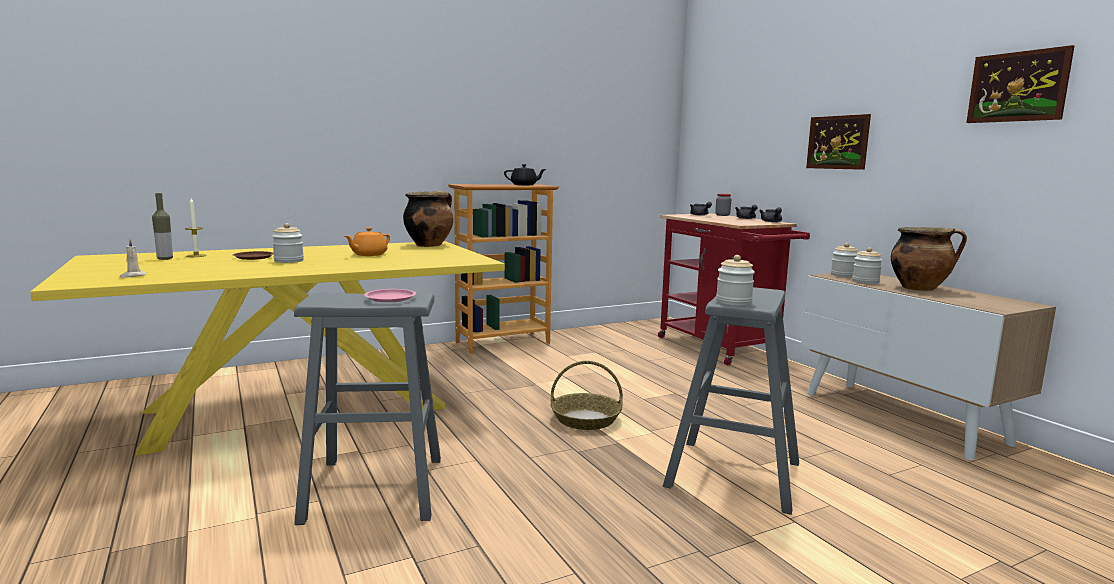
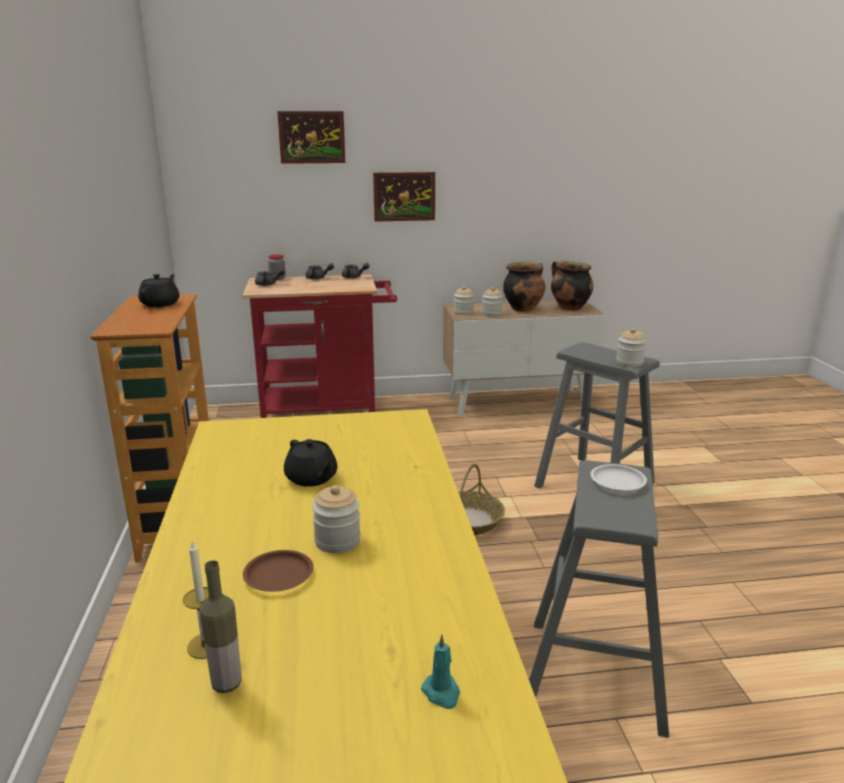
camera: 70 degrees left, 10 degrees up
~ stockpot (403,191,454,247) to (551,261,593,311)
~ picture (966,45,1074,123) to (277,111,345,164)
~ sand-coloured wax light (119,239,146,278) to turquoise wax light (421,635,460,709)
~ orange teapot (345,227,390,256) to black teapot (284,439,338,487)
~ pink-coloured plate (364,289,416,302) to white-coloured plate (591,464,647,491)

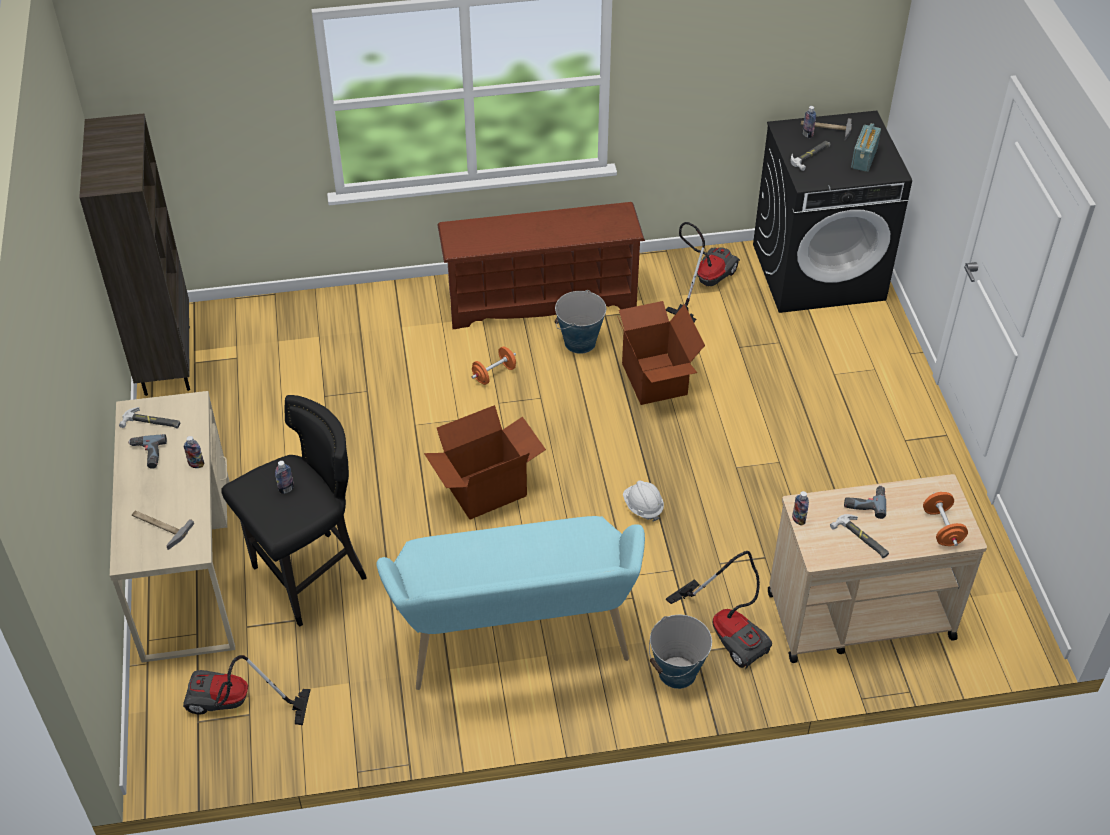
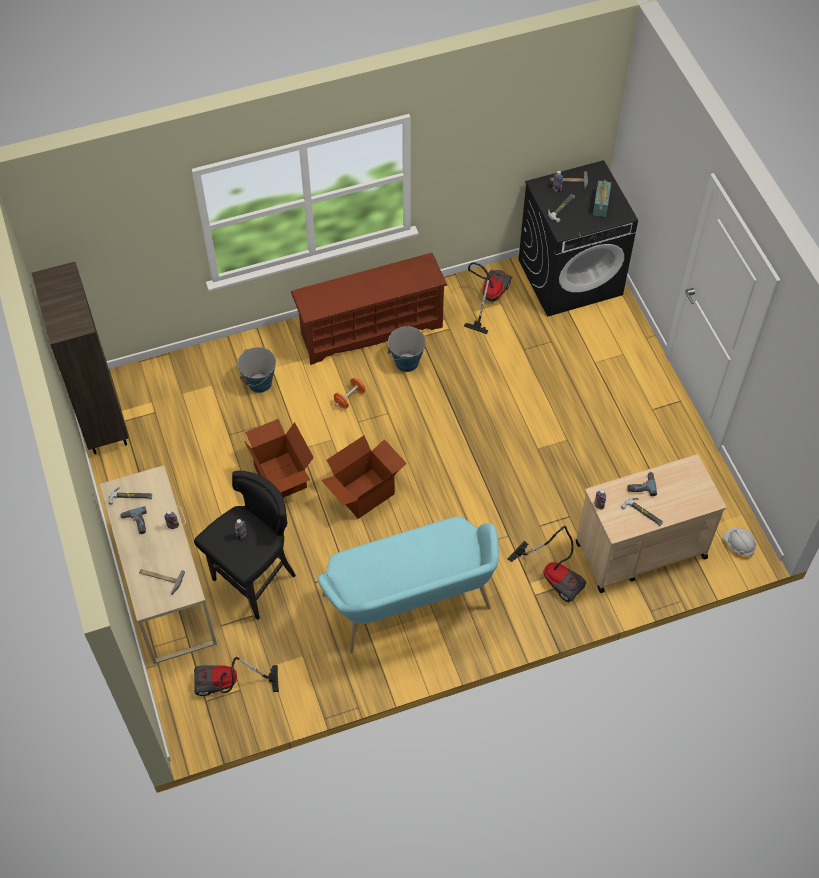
camera: 10 degrees left, 10 degrees up
- orange free weight (923,492,968,546)
~ carton (617,301,705,405) to (244,419,314,498)
~ white-coloured safety helmet (623,480,664,521) to (724,527,756,556)
~ bucket (649,615,712,689) to (238,347,276,393)

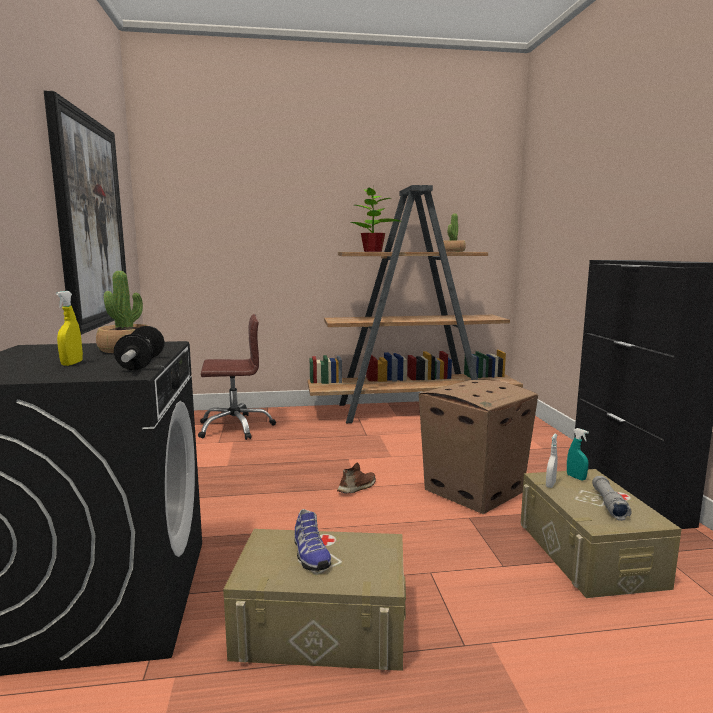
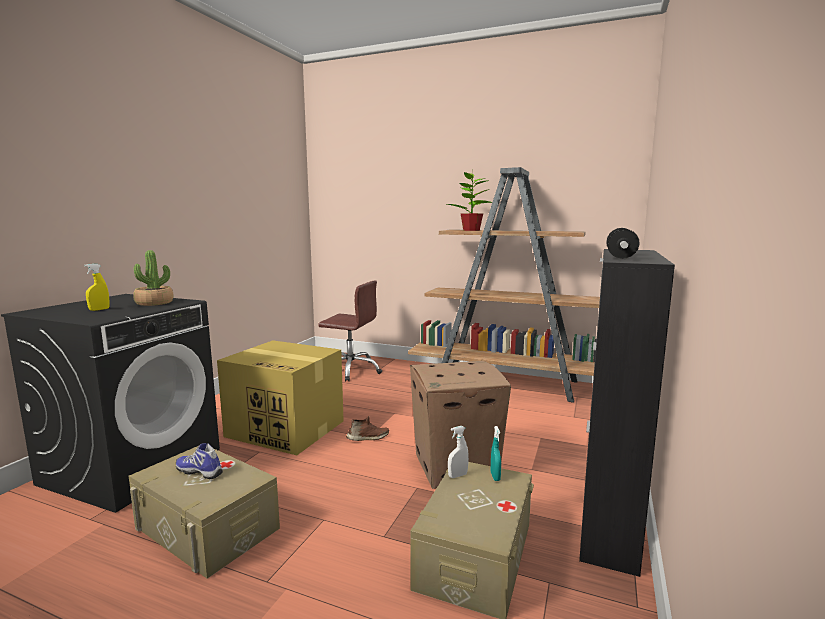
camera: 30 degrees right, 0 degrees up
- picture (44,91,127,335)
- plant in a pot (443,213,466,252)
- grey torch (592,475,632,521)
+ carton (217,340,344,455)
~ free weight (114,326,165,370) to (606,228,640,259)
~ low shoe (294,509,331,571) = (176,443,223,479) 105 degrees clockwise

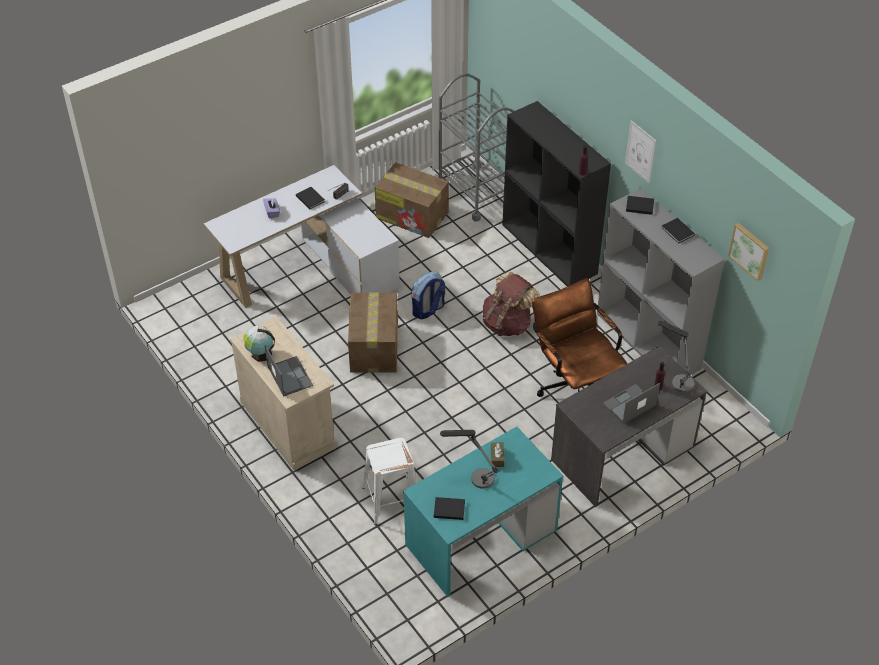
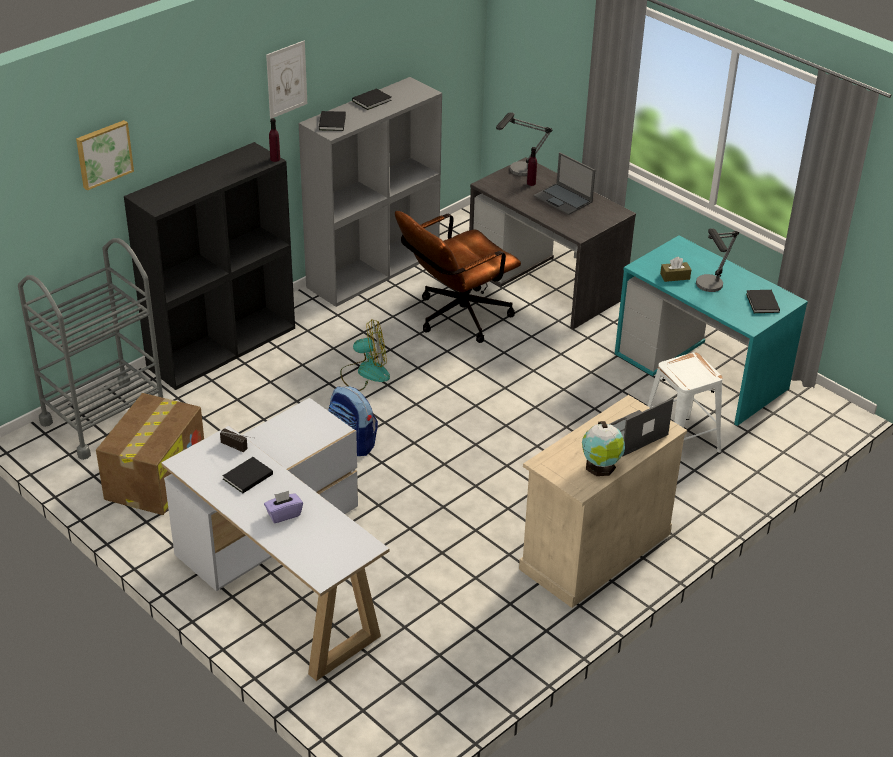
camera: 100 degrees left, 10 degrees down
- carton (348,292,398,373)
~ picture (728,223,769,281) to (76,120,134,191)
~ brown backpack (483,272,540,336) to cooling fan (340,319,390,391)

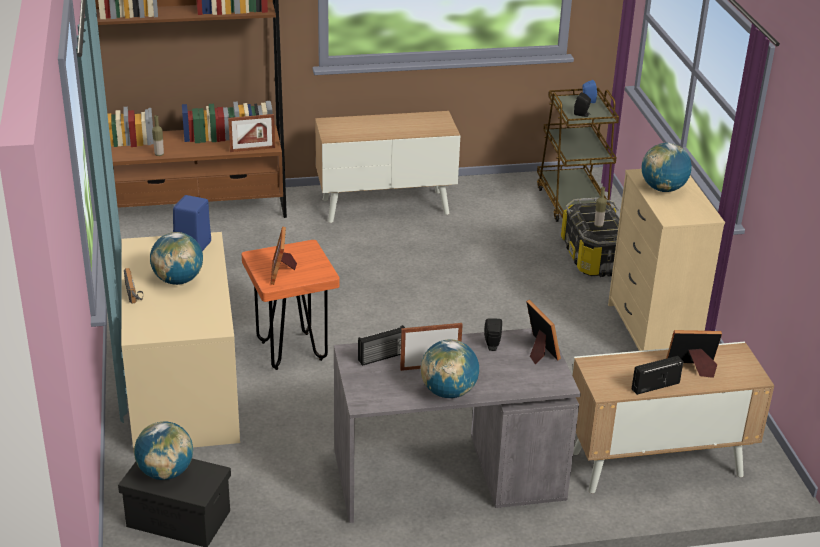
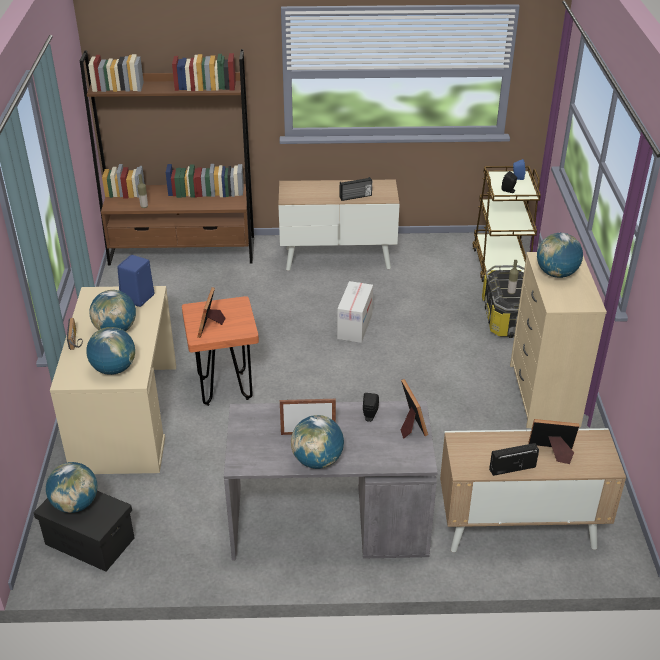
camera: 10 degrees right, 5 degrees up
- photo frame (228,114,275,152)
+ desk globe (86,327,135,375)
+ carton (337,281,373,343)
~ radio set (358,325,405,366) to (340,177,372,201)

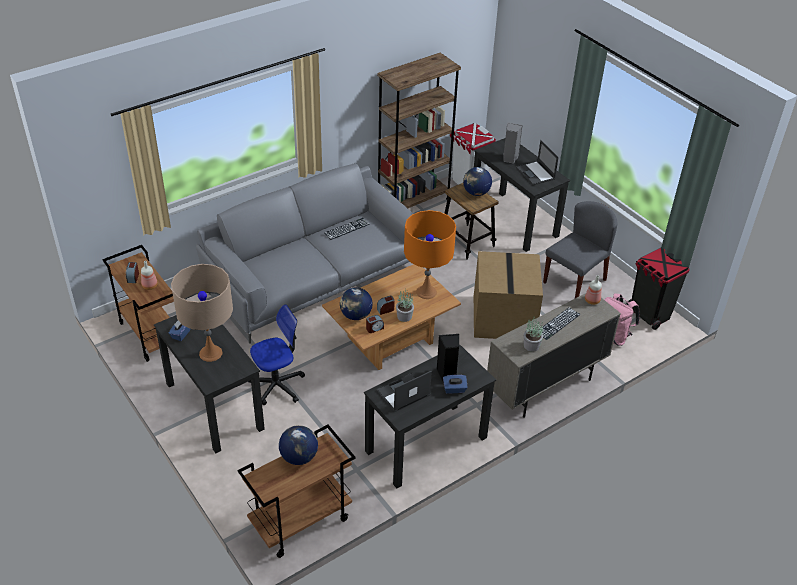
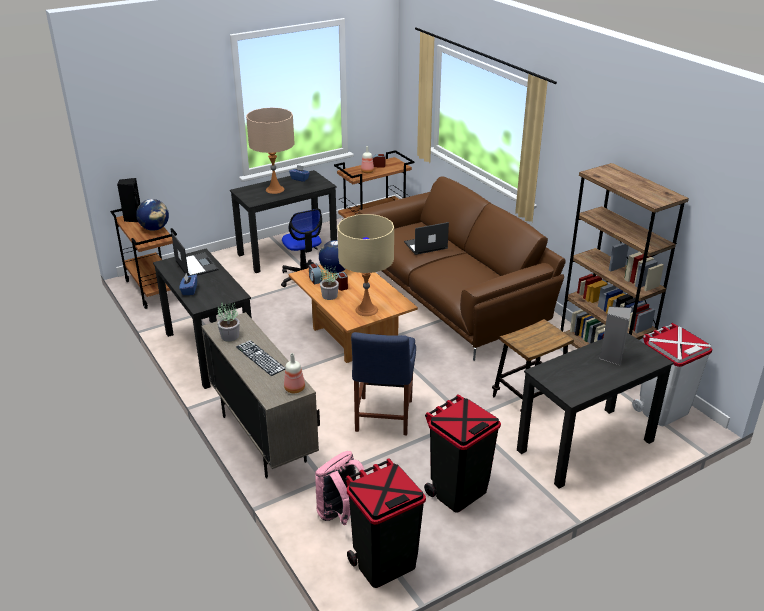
camera: 95 degrees right, 10 degrees down
- PC keyboard (324,218,370,240)
- desk globe (463,167,492,196)
~ black audio speaker (436,333,459,381) to (117,178,140,222)
~ notebook computer (516,140,559,185) to (404,222,449,255)
~ carton (474,251,543,339) to bluish plain chair (351,332,416,435)
~ grey plain chair (543,201,618,298) to black rubbish bin (424,394,501,512)
~ grey sofa (196,163,425,344) to brown sofa (355,176,566,361)
~ orange lamp for a table (404,210,456,299) to sand-coloured lamp for a table (337,214,394,316)

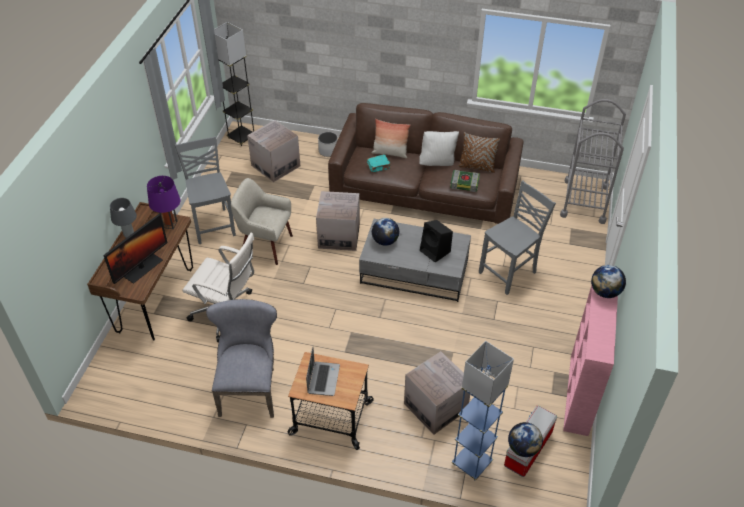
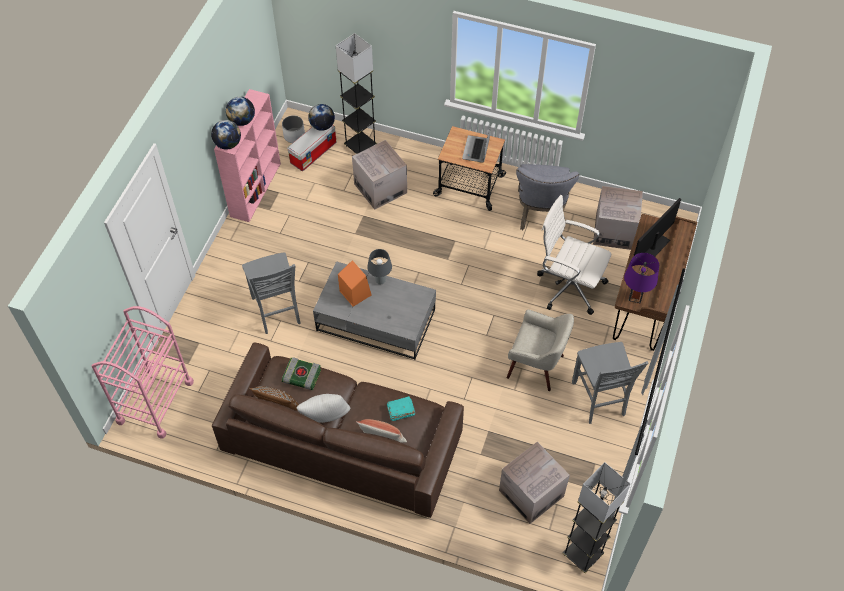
camera: 175 degrees left, 10 degrees up
~ grey lamp for a table (110,198,137,238) to (367,249,392,285)
~ carton (316,191,360,251) to (593,186,643,250)
~ white-coloured plant pot (318,132,338,157) to (282,115,305,143)
~ desk globe (372,218,399,246) to (226,97,255,126)
~ black audio speaker (420,220,453,263) to orange audio speaker (338,260,372,307)
~ bluish floor lamp (452,341,514,480) to grey floor lamp (336,33,377,154)
~ grey wheeled cart (560,99,626,224) to pink-coloured wheeled cart (92,306,194,439)
~ grey plain chair (479,180,556,295) = (242,252,301,334) 75 degrees counterclockwise

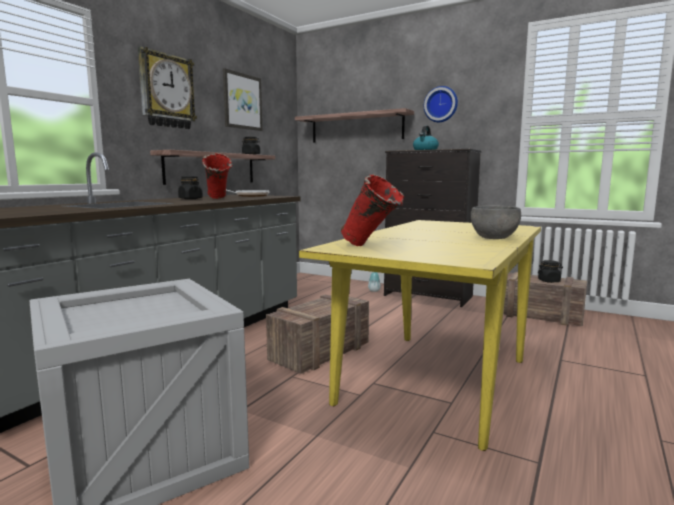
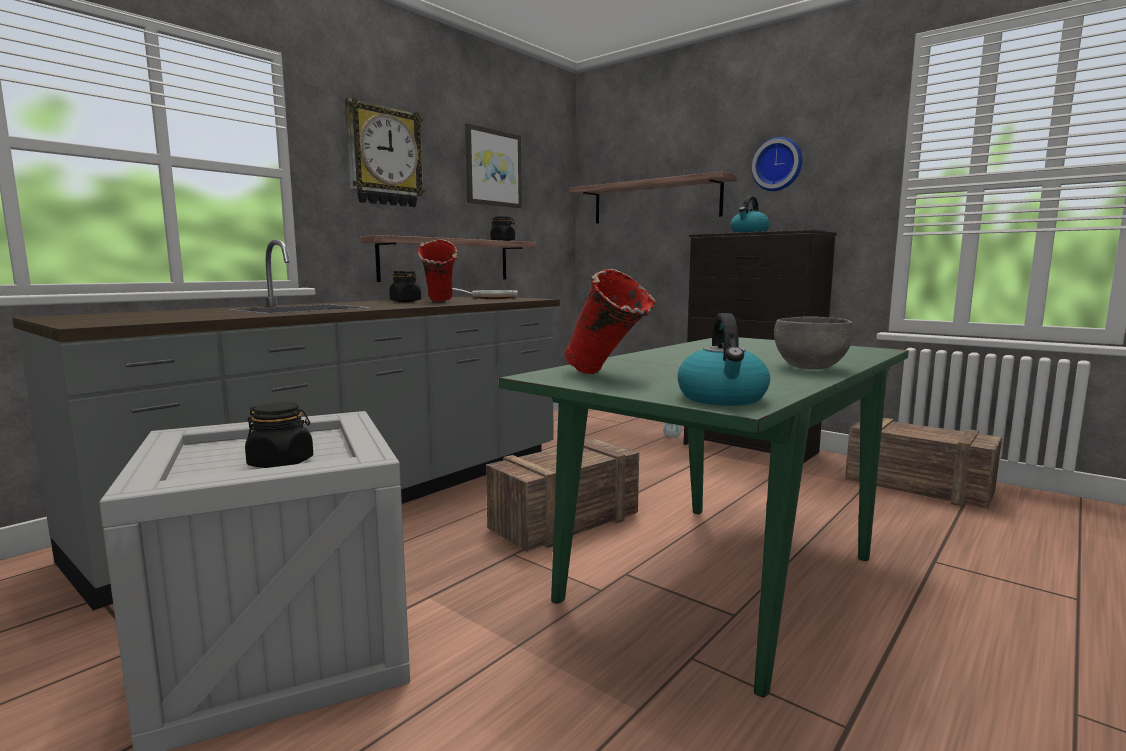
camera: 10 degrees right, 0 degrees up
+ kettle (678,313,770,406)
~ black storage jar (538,260,563,283) to (245,402,313,468)
~ yellowish dining table (299,220,541,451) to green dining table (499,337,909,698)

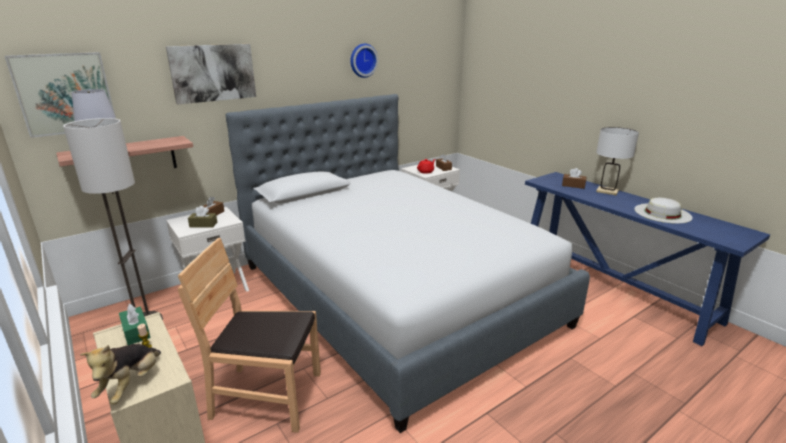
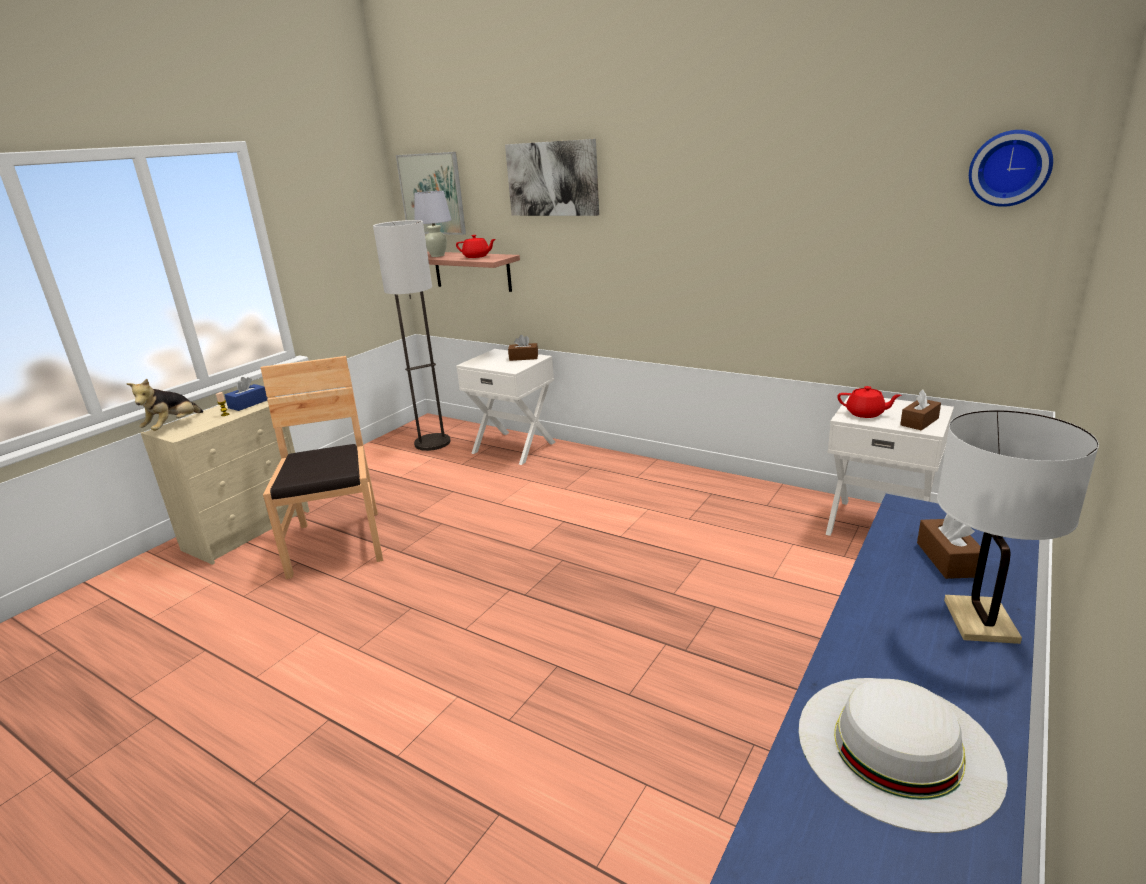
camera: 70 degrees right, 0 degrees up
- brown tissue box (188,206,217,228)
- bed (225,94,590,433)
+ reddish teapot (456,235,496,258)
~ clock on the wall (350,44,378,78) to (969,130,1053,207)
~ green tissue box (119,304,151,345) to bluish tissue box (225,377,268,411)
~ soft toy (80,344,161,404) = (126,379,203,431) 60 degrees counterclockwise

